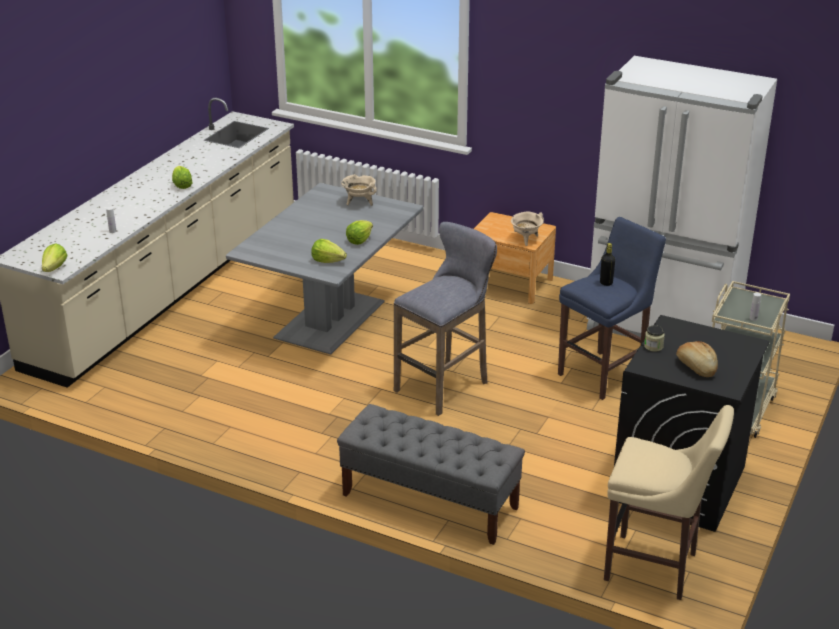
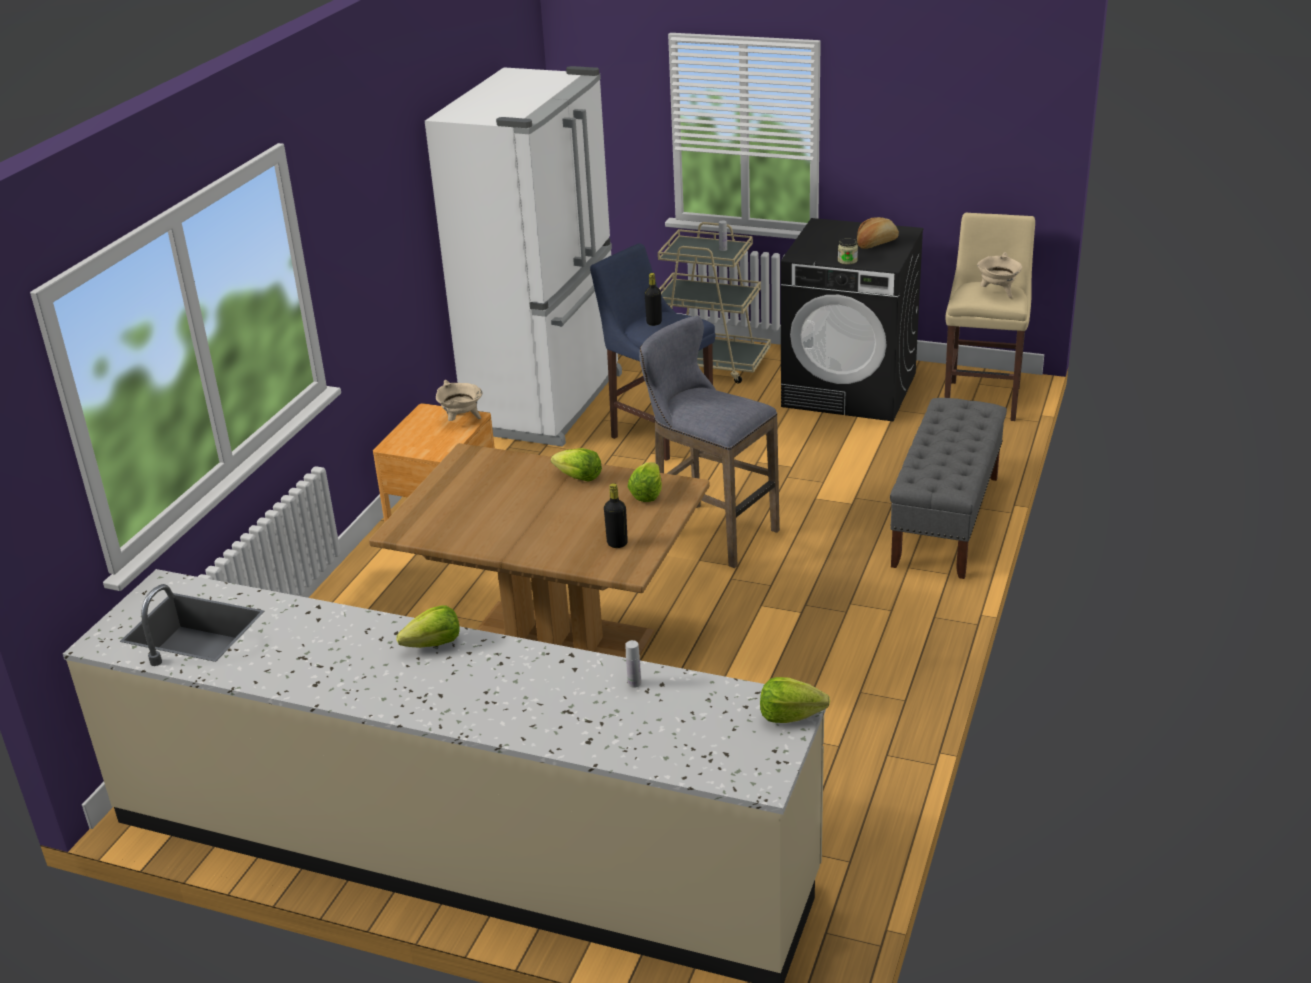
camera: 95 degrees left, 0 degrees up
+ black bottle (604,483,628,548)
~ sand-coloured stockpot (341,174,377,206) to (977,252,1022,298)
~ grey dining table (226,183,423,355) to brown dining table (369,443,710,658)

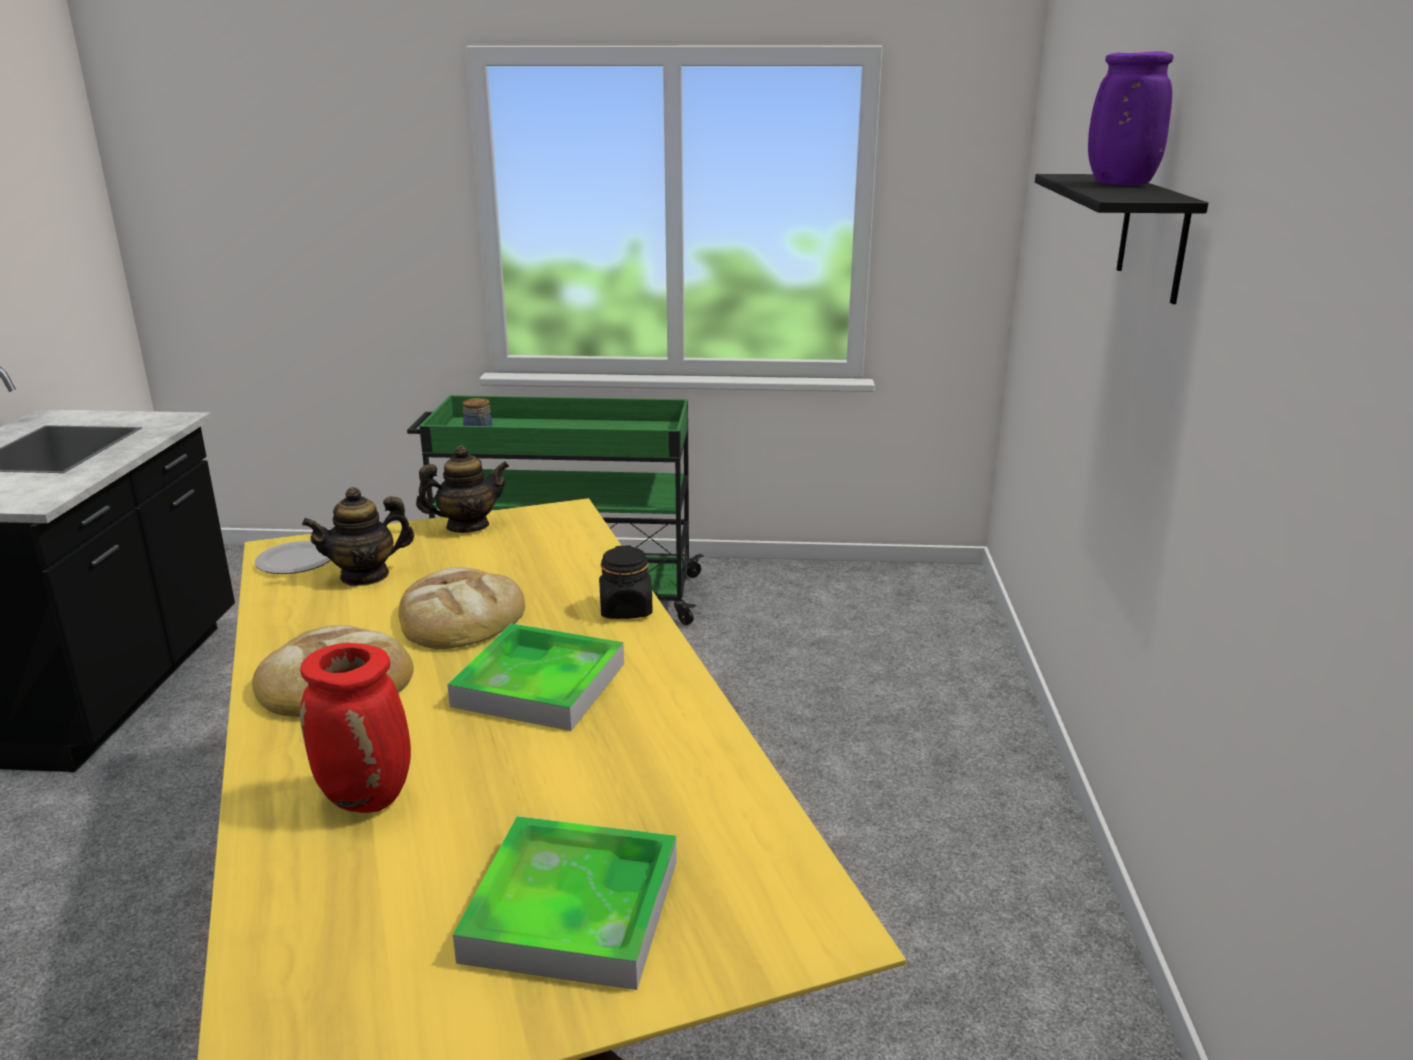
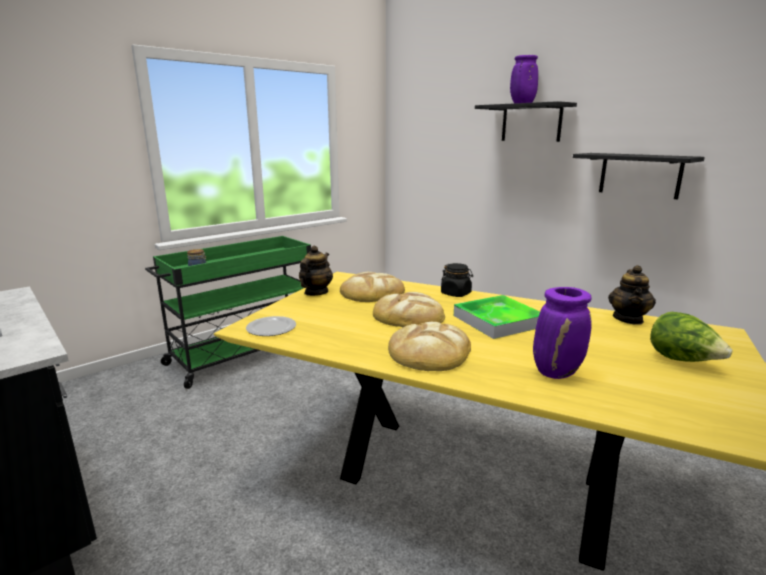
camera: 45 degrees left, 5 degrees down
+ bakery bread (340,272,405,302)
+ black bracket shelf (573,153,705,200)
~ teapot (302,487,414,586) to (608,265,656,325)
~ carrying tray (453,816,677,990) to lettuce (650,312,733,362)
~ reddish decorative vase (300,643,411,813) to purple-coloured decorative vase (533,287,592,379)

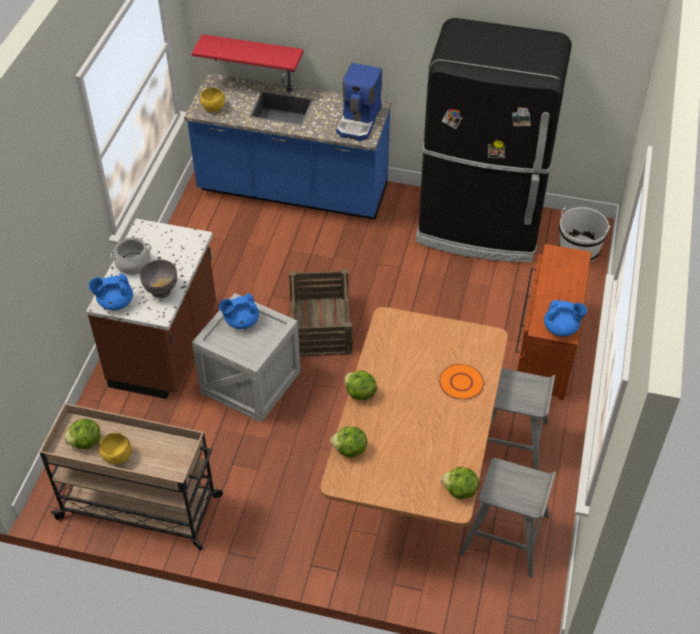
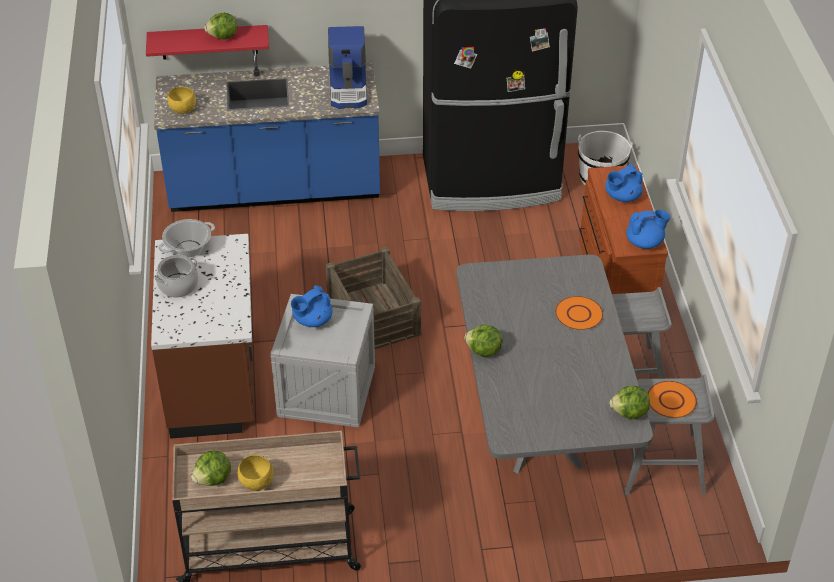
camera: 20 degrees left, 5 degrees down
- grey bowl (140,259,177,298)
+ stockpot (159,219,215,258)
+ orange plate (648,381,697,418)
~ bluish teapot (89,273,133,310) to (605,164,643,202)
~ lettuce (330,427,367,458) to (204,13,237,40)
~ brown dining table (320,307,508,527) to grey dining table (457,255,653,474)

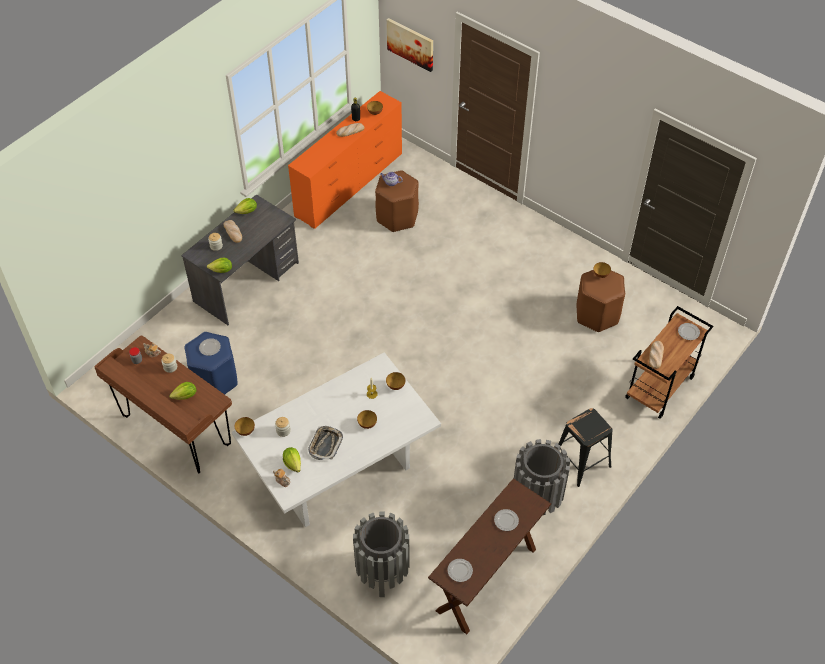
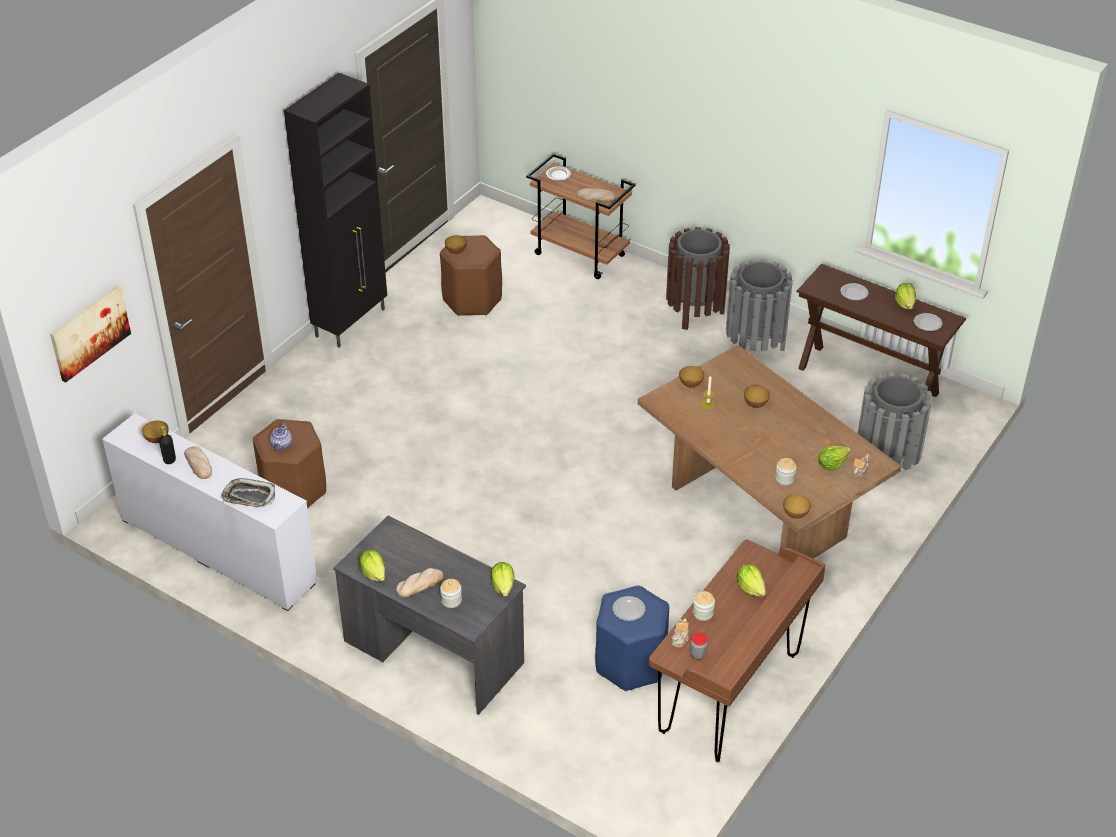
camera: 95 degrees left, 10 degrees down
+ black storage cabinet (284,73,387,348)
+ lettuce (895,283,916,309)
~ carrying tray (308,426,343,460) to (221,478,275,508)
~ black sitting stool (559,408,613,487) to brown rubbish bin (666,227,730,330)
~ white-coloured dining table (232,352,441,527) to brown dining table (638,345,902,559)
~ orange drawer chest (288,91,402,228) to white-coloured drawer chest (102,413,317,611)

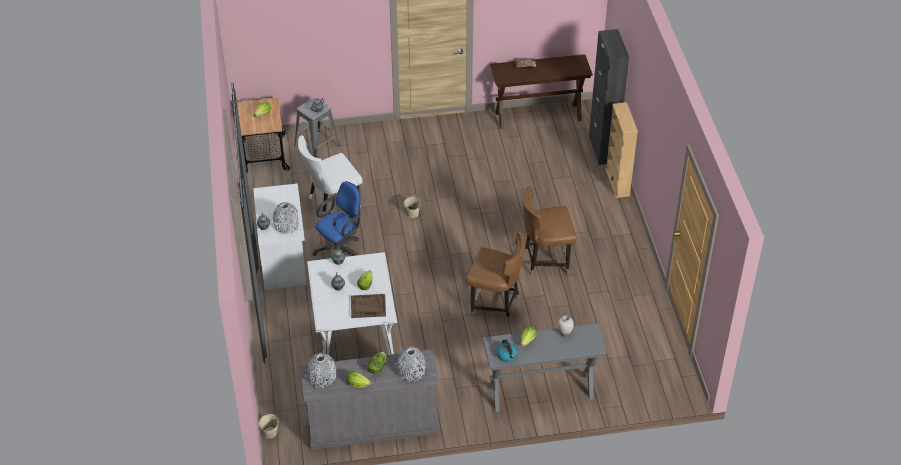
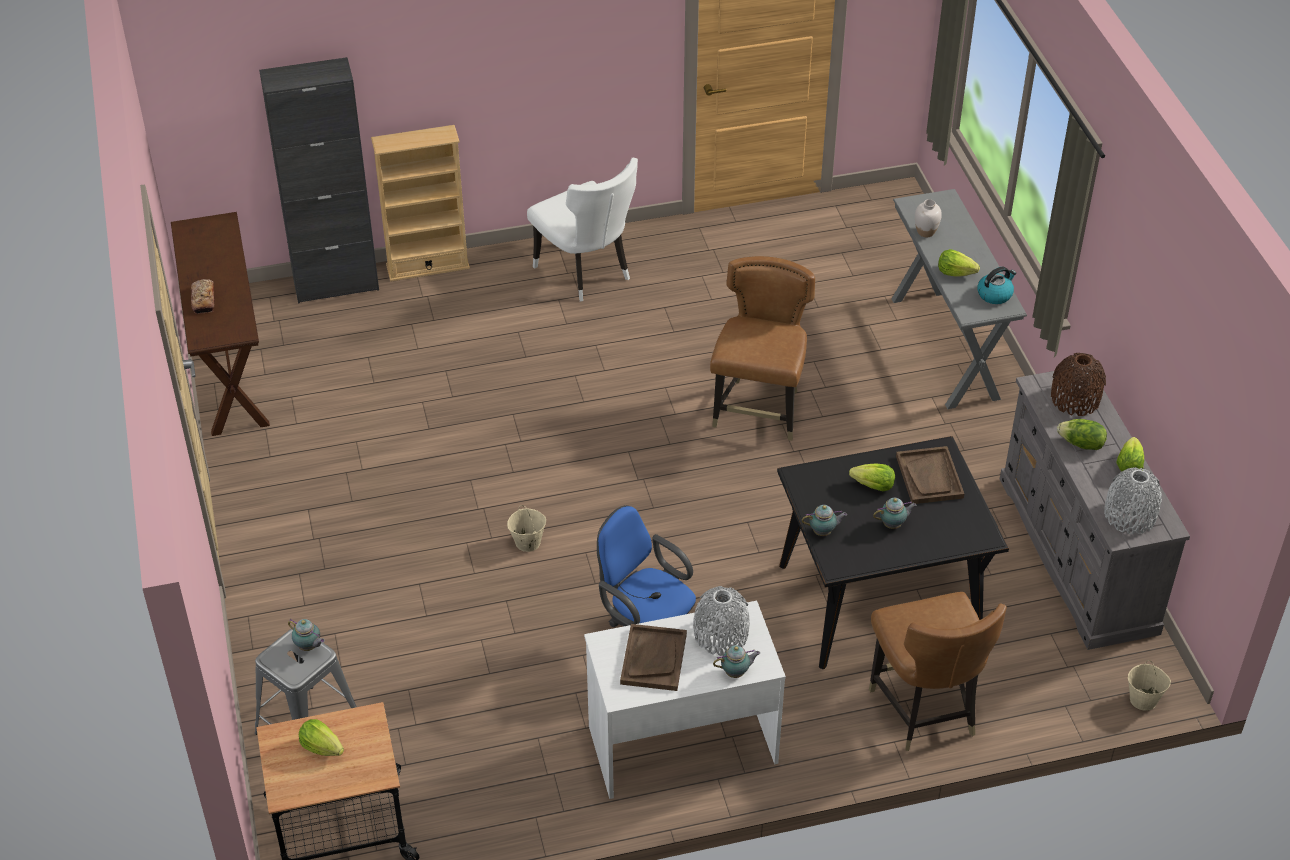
camera: 95 degrees left, 0 degrees up
+ brown carrying tray (620,624,687,691)
~ white-coloured plain chair (298,136,363,214) to (527,158,638,301)
~ brown plain chair (523,186,577,275) to (869,592,1007,751)
~ white-coloured dining table (307,252,397,355) to black dining table (777,436,1009,669)
~ grey decorative vase (397,347,426,382) to brown decorative vase (1051,353,1106,416)

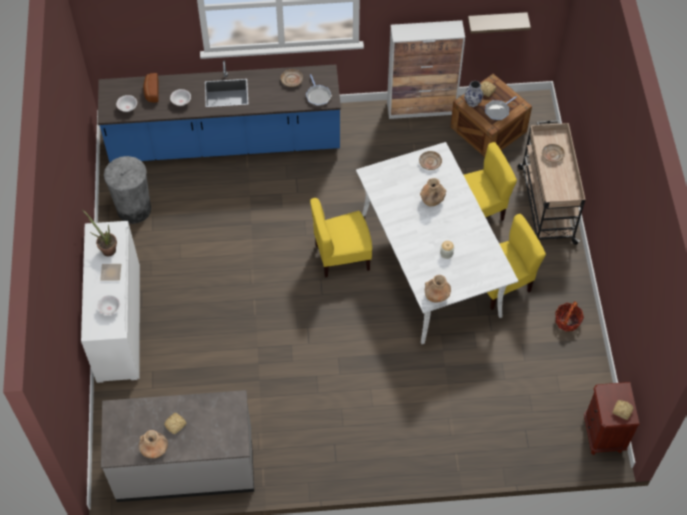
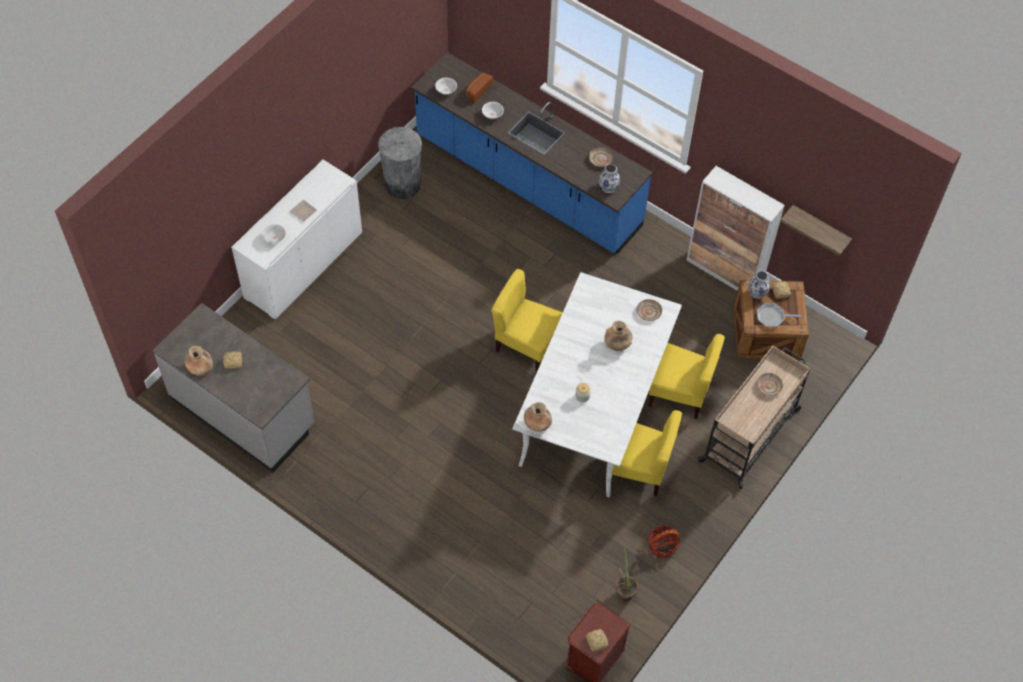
camera: 40 degrees right, 0 degrees up
~ plant in a pot (83,210,117,256) to (616,547,638,601)
~ frying pan (306,74,332,106) to decorative vase (599,164,620,193)

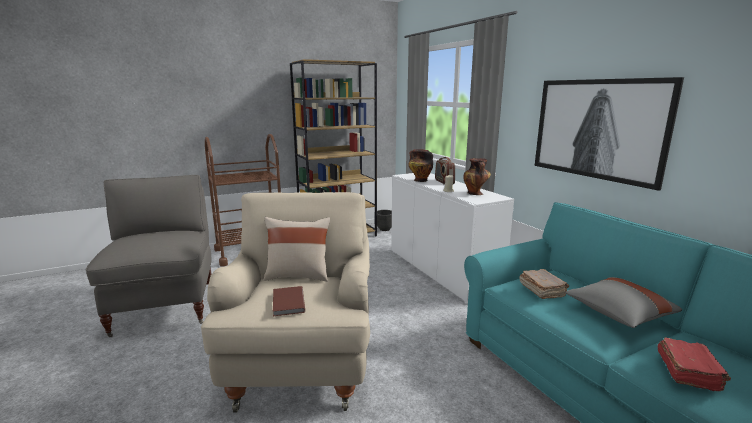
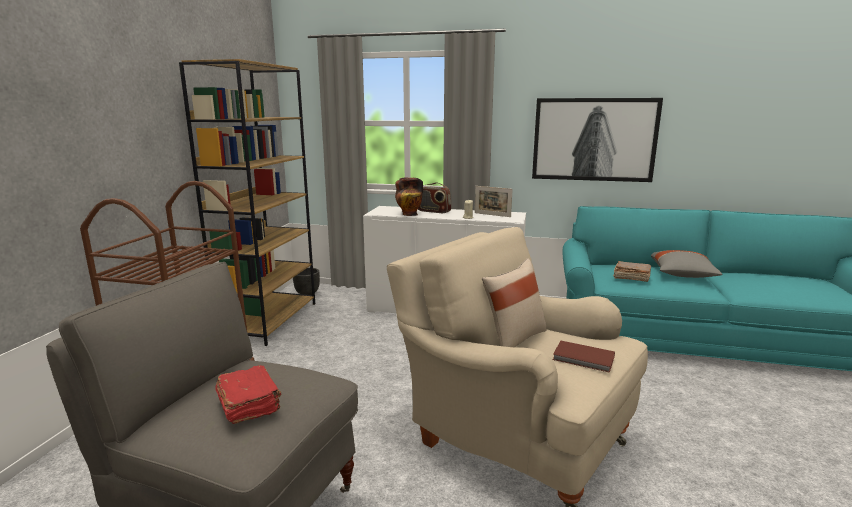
camera: 50 degrees left, 0 degrees up
~ reddish volume (657,338,731,391) to (215,365,282,424)
~ decorative vase (463,158,491,195) to photo frame (475,186,513,217)

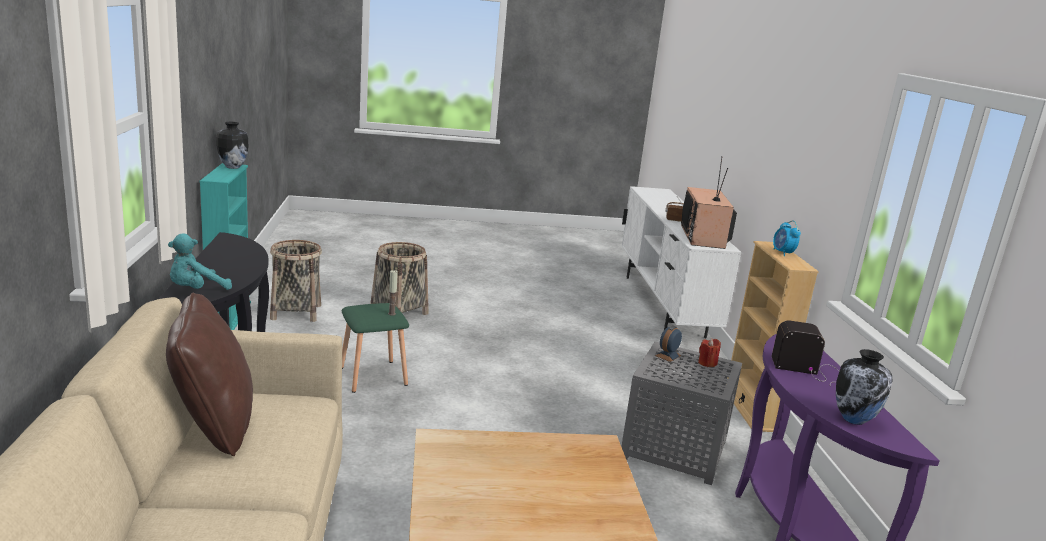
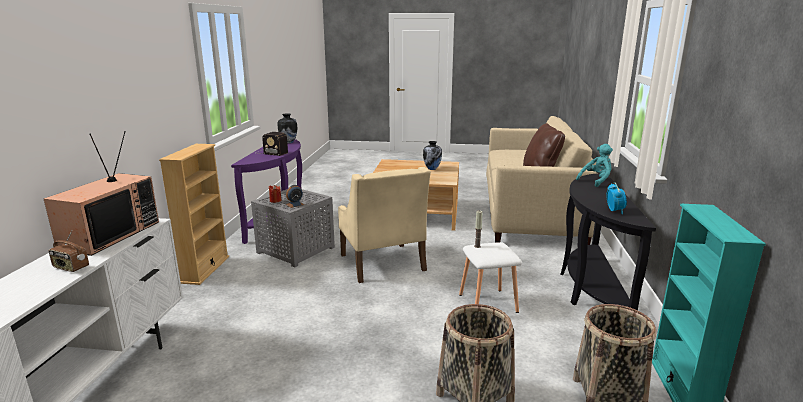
camera: 165 degrees left, 0 degrees up
+ sand-coloured easy chair (338,167,431,283)
~ decorative vase (216,122,249,169) to (423,141,442,170)
~ table clock (773,220,801,256) to (607,182,627,214)
~ green sitting stool (342,303,409,393) to white-coloured sitting stool (459,242,522,313)

